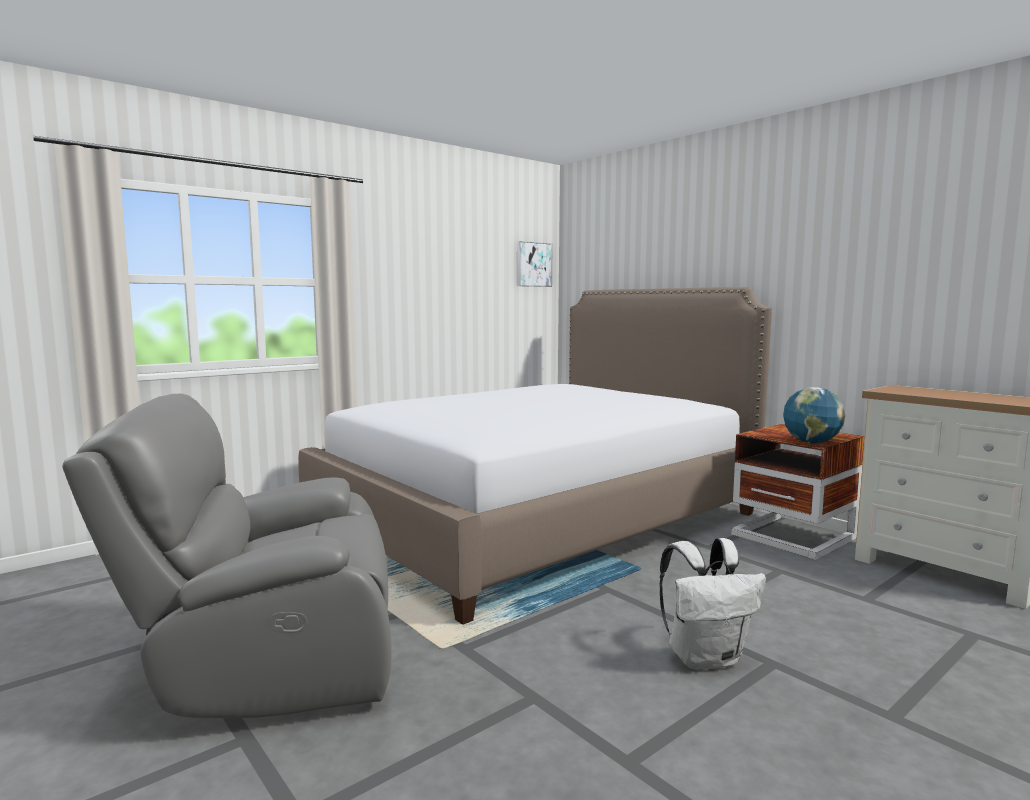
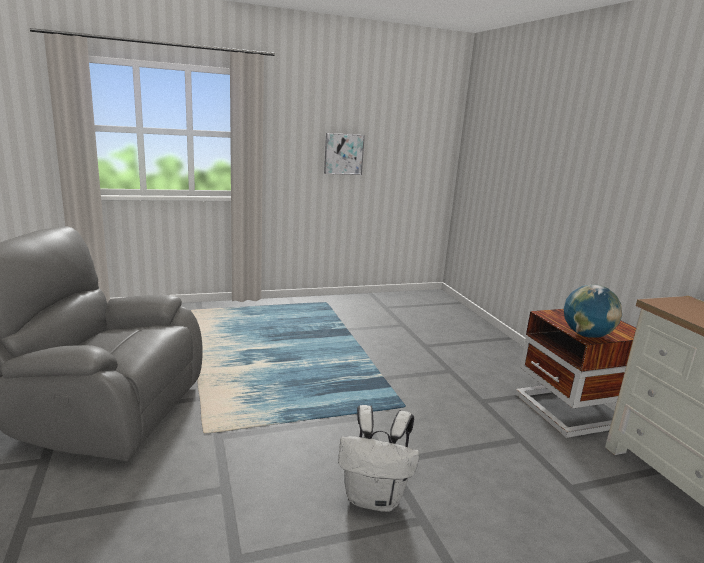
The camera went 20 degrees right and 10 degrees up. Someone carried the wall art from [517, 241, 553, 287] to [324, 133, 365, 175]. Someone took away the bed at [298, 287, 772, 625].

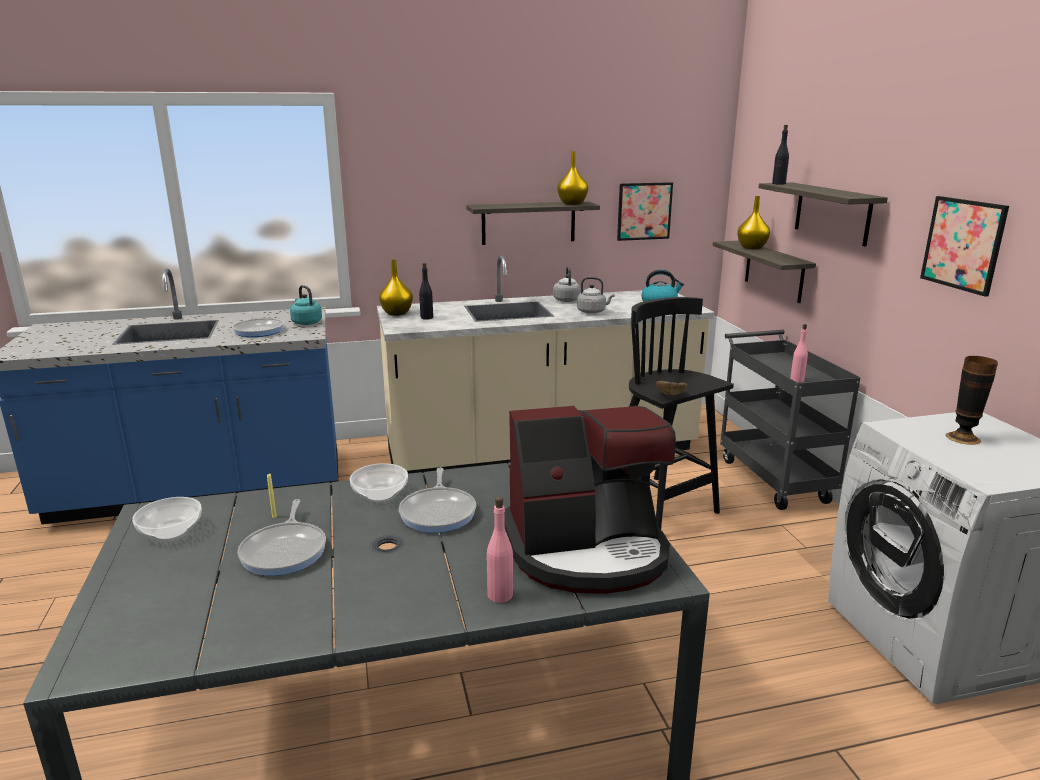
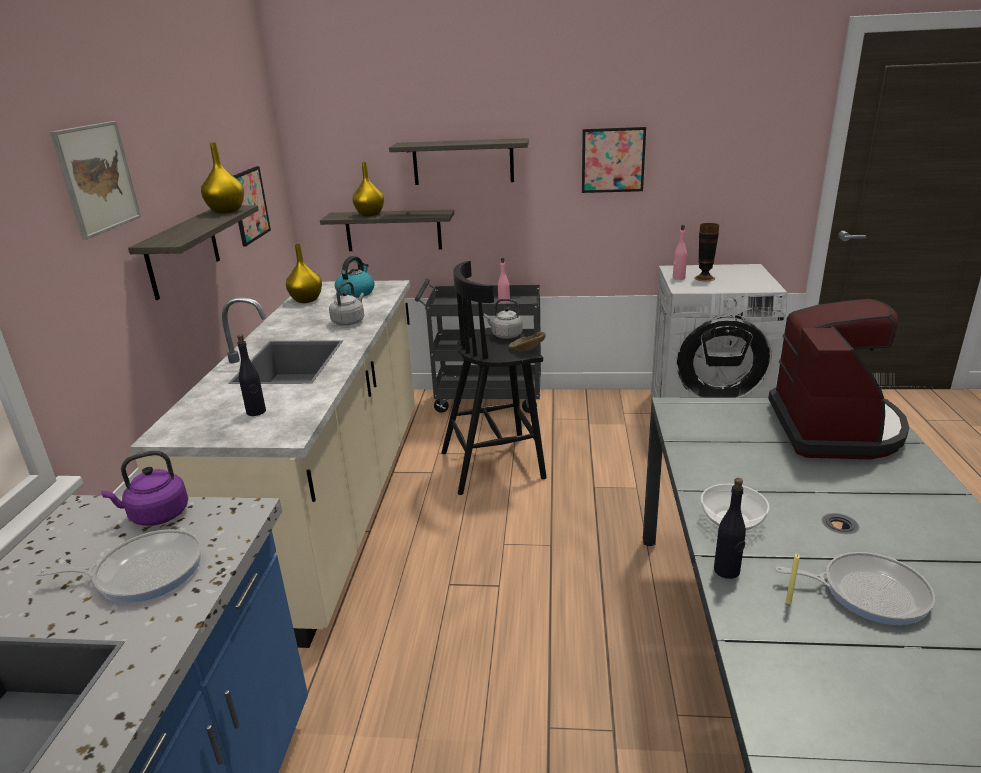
The camera went 70 degrees left and 5 degrees up. Someone put up the wall art at [50, 121, 141, 240]. Someone repainted the water kettle in turquoise at [290, 285, 322, 325], which became the water kettle in purple at [101, 451, 188, 526]. Someone carried the vase in yellow from [379, 260, 413, 316] to [286, 244, 322, 303]. Someone carried the water kettle in greyish from [553, 266, 581, 302] to [484, 299, 523, 339]. Someone carried the drink bottle in pink from [487, 497, 513, 603] to [673, 225, 687, 280]. Someone carried the drink bottle in blackish from [772, 125, 789, 185] to [714, 478, 746, 579]. Someone took away the serving bowl at [132, 497, 202, 541]. Someone took away the frying pan at [399, 468, 476, 533].

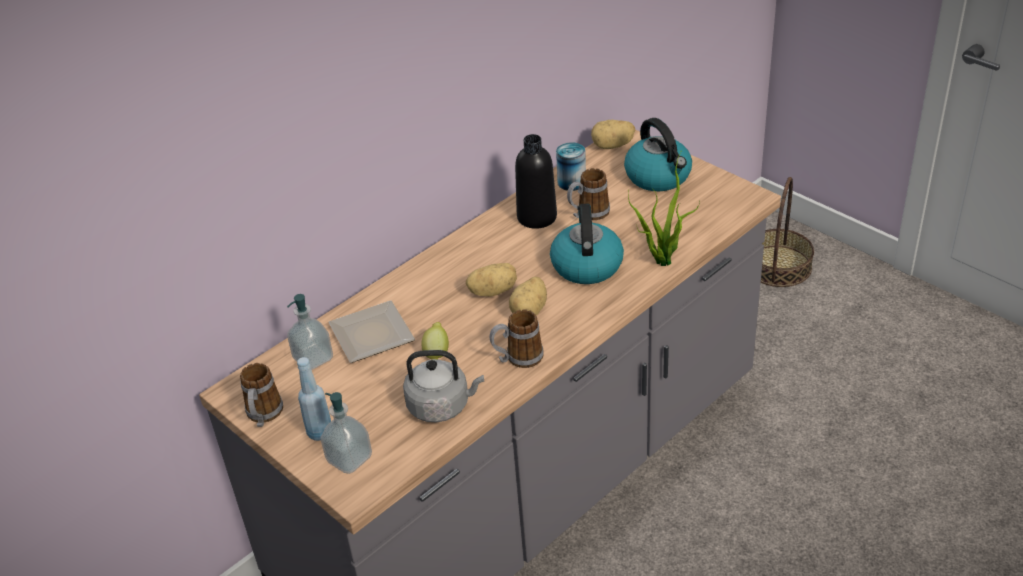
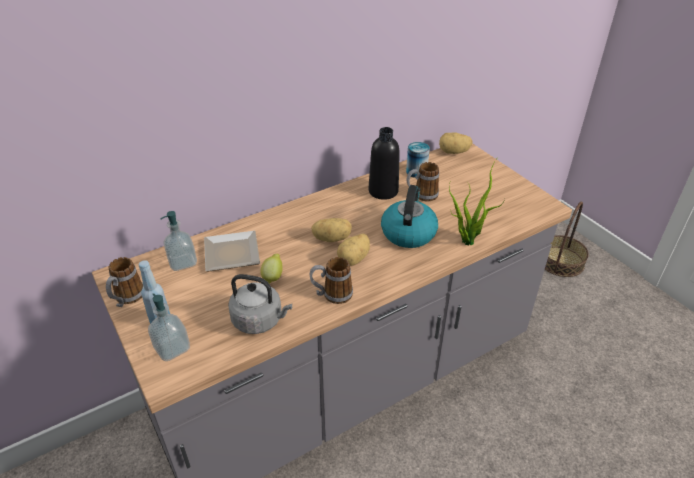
The camera went 10 degrees right and 0 degrees up. Someone took away the water kettle at [624, 118, 692, 191].

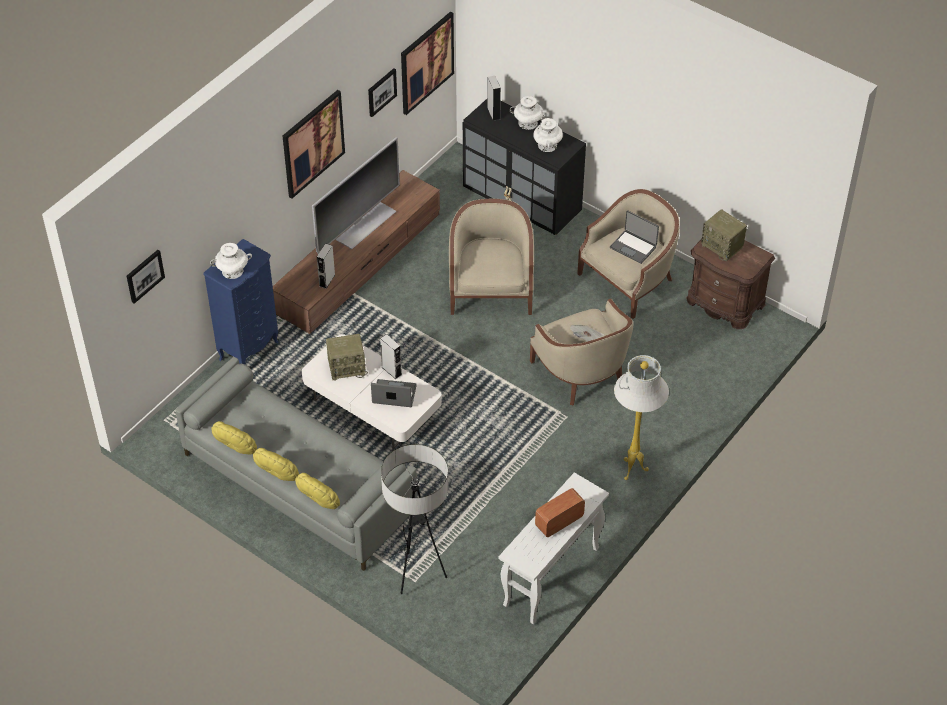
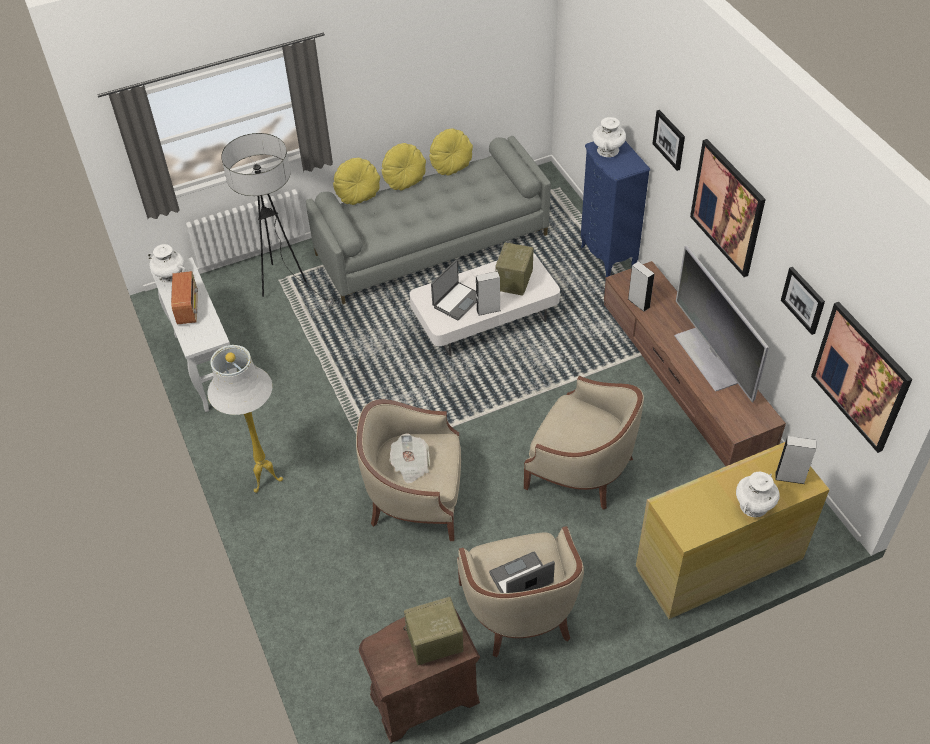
The camera went 120 degrees right and 0 degrees up. Someone carried the vase in white-coloured from [533, 118, 563, 152] to [148, 244, 186, 284]. Someone repainted the cabinet in blackish at [463, 99, 586, 235], which became the cabinet in yellow at [636, 442, 830, 619]. Someone carried the wall art from [126, 250, 165, 304] to [652, 110, 685, 171].

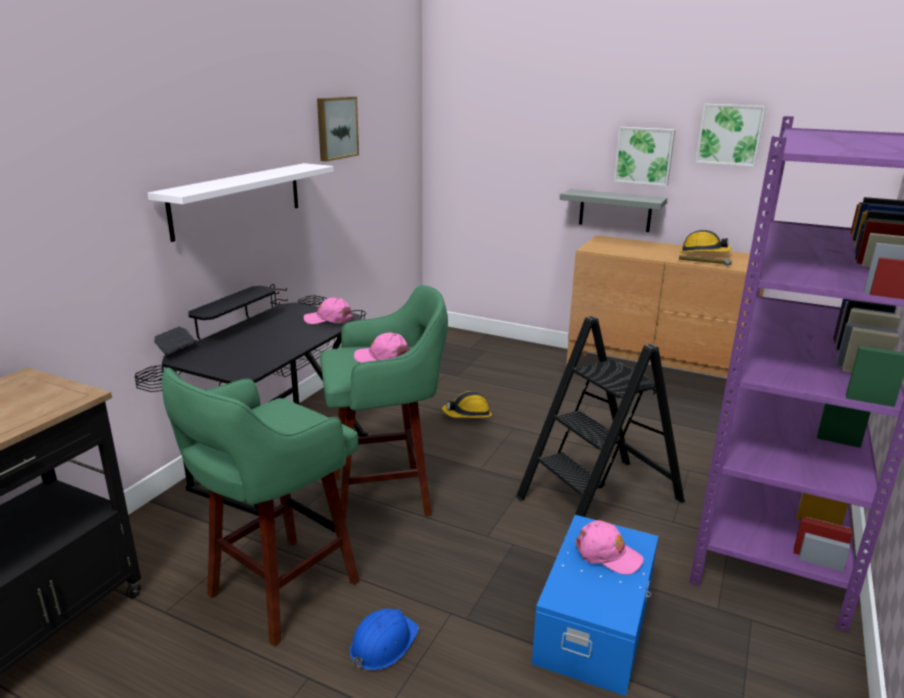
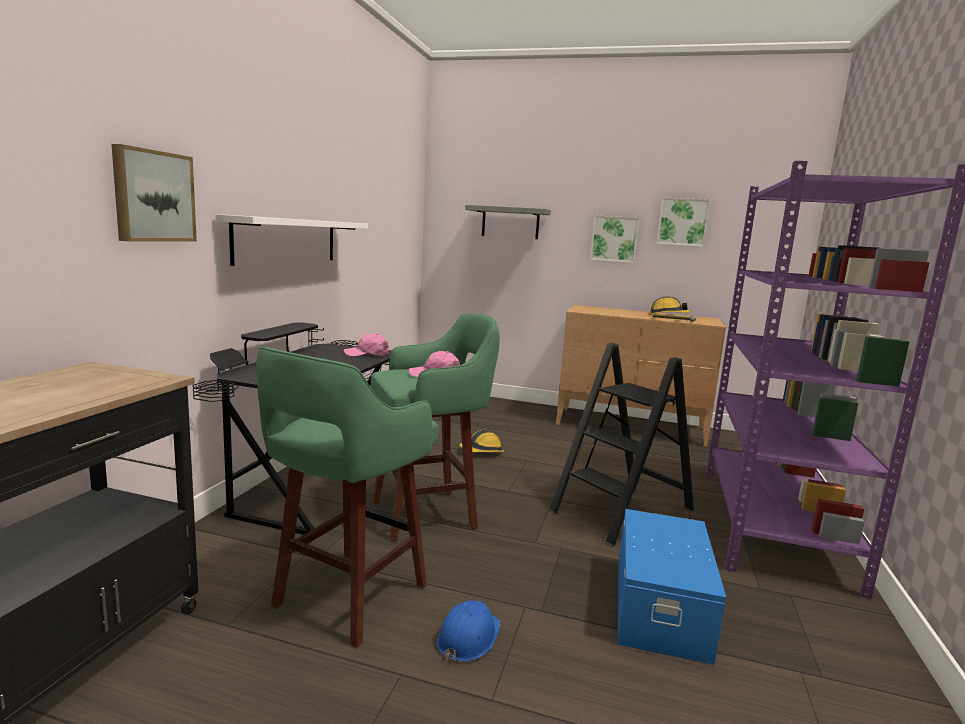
The camera went 10 degrees left and 10 degrees down. Someone carried the wall art from [317, 96, 359, 162] to [111, 144, 197, 241]. Someone carried the shelf in greyish from [559, 189, 667, 232] to [465, 205, 551, 239]. Someone took away the peaked cap in pink at [575, 520, 644, 575].

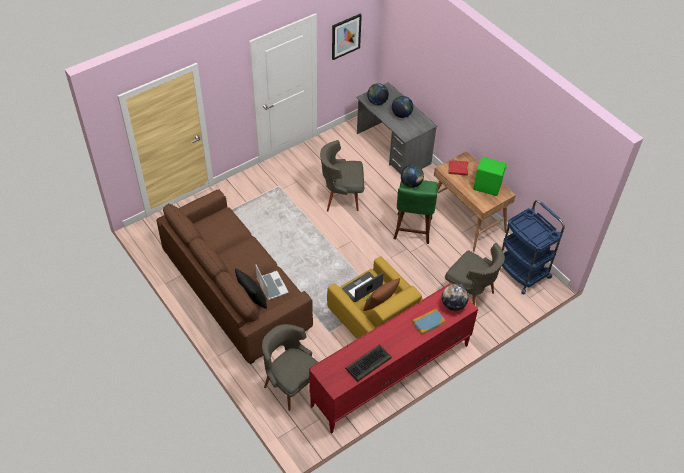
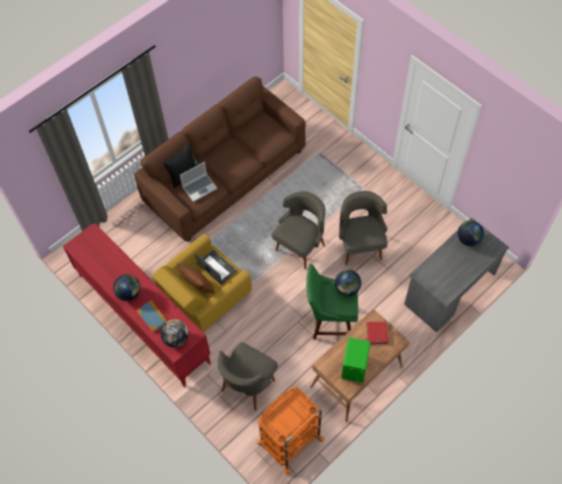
The camera went 85 degrees right and 10 degrees up. Someone carried the desk globe from [392, 96, 413, 118] to [113, 274, 141, 301]. Someone repainted the trolley in bluish at [502, 200, 565, 295], which became the trolley in orange at [257, 387, 324, 475]. Someone carried the upright chair in greyish from [262, 324, 318, 411] to [271, 191, 325, 269]. Someone took away the wall art at [332, 13, 362, 60]. Someone took away the keyboard at [345, 345, 392, 382].

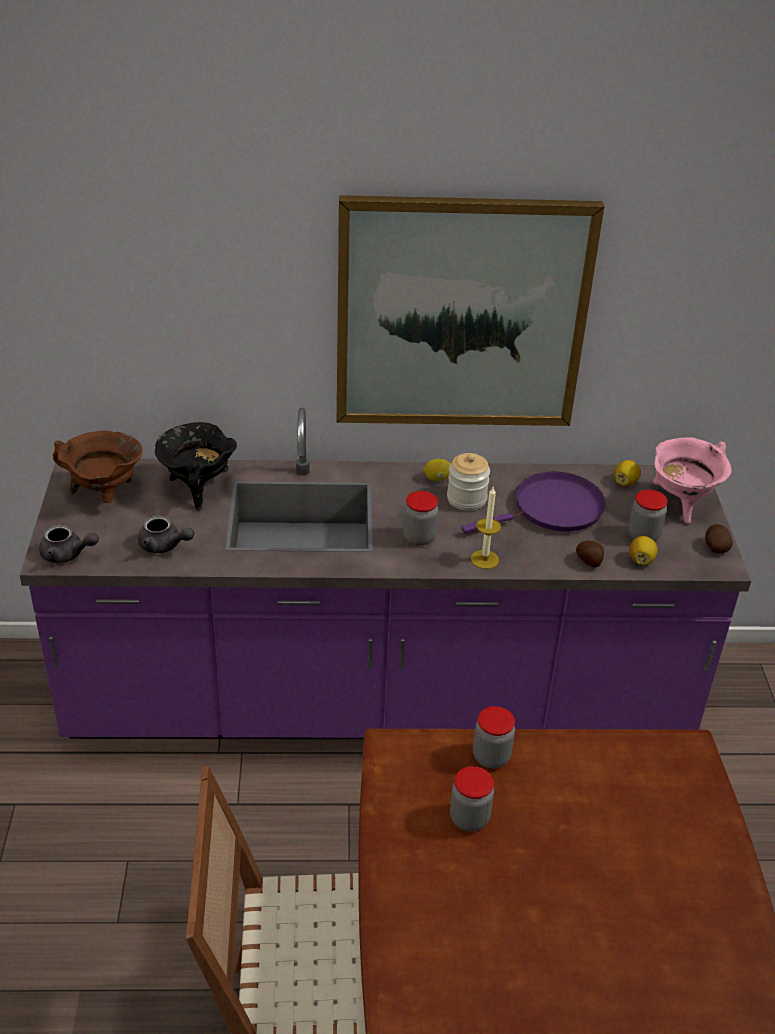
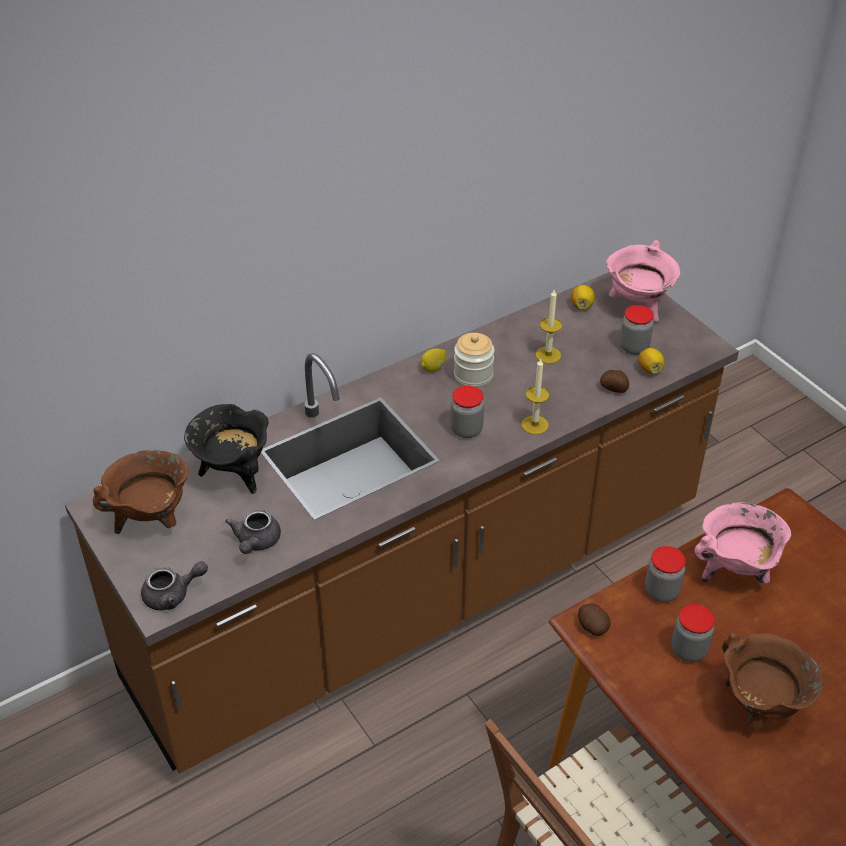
The camera went 30 degrees left and 5 degrees up. Someone repainted the kitchen counter in purple at [20, 408, 751, 739], which became the kitchen counter in brown at [65, 272, 739, 773]. Someone rotated the tea pot in greyish at [138, 515, 194, 553] by 105 degrees clockwise. Someone swapped the frying pan in purple at [461, 472, 606, 533] for the candle at [536, 290, 562, 364]. Someone carried the potato from [705, 524, 733, 553] to [578, 604, 611, 636]. Someone put down the stockpot in pink at [694, 502, 791, 584]. Someone put down the stockpot in brown at [722, 632, 823, 730]. Someone took away the wall art at [337, 195, 604, 426].

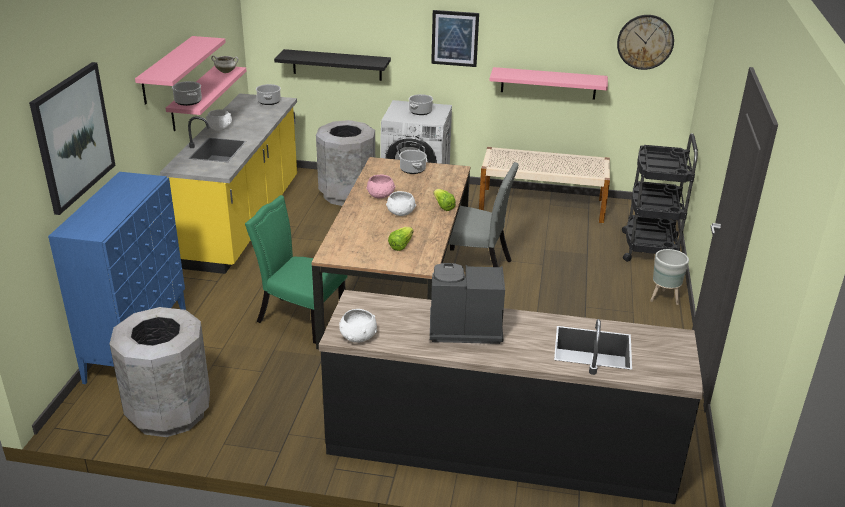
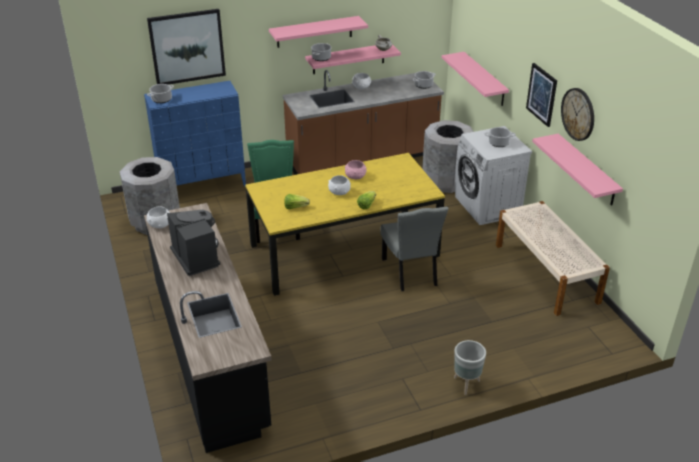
The camera went 60 degrees right and 5 degrees up. Someone carried the stockpot from [399, 150, 427, 174] to [147, 84, 174, 103]. Someone repainted the dinner table in brown at [311, 157, 470, 350], which became the dinner table in yellow at [245, 153, 445, 296]. Someone repainted the kitchen counter in yellow at [160, 93, 297, 274], which became the kitchen counter in brown at [283, 70, 444, 175]. Someone repainted the shelf in blackish at [274, 49, 391, 81], which became the shelf in pink at [442, 52, 509, 106]. Someone carried the hanging clock from [617, 15, 674, 70] to [561, 88, 594, 141]. Someone took away the trolley in blackish at [622, 133, 698, 262].

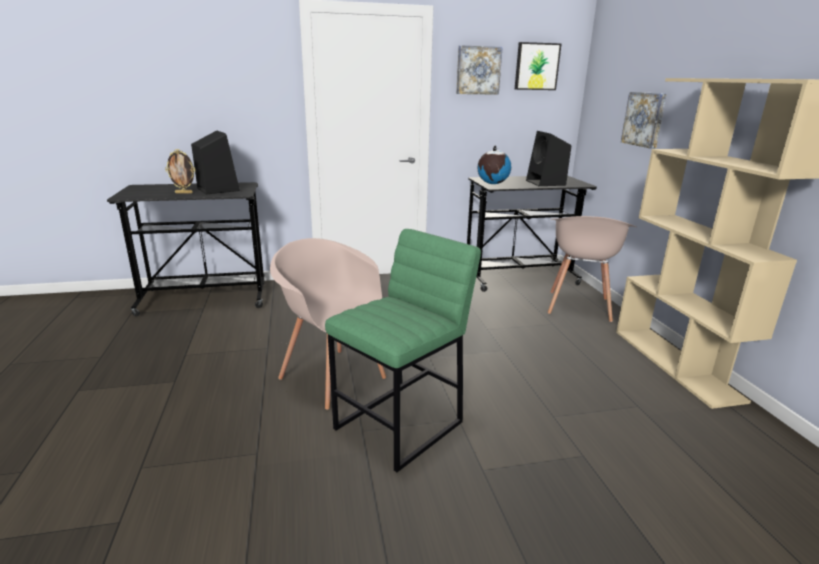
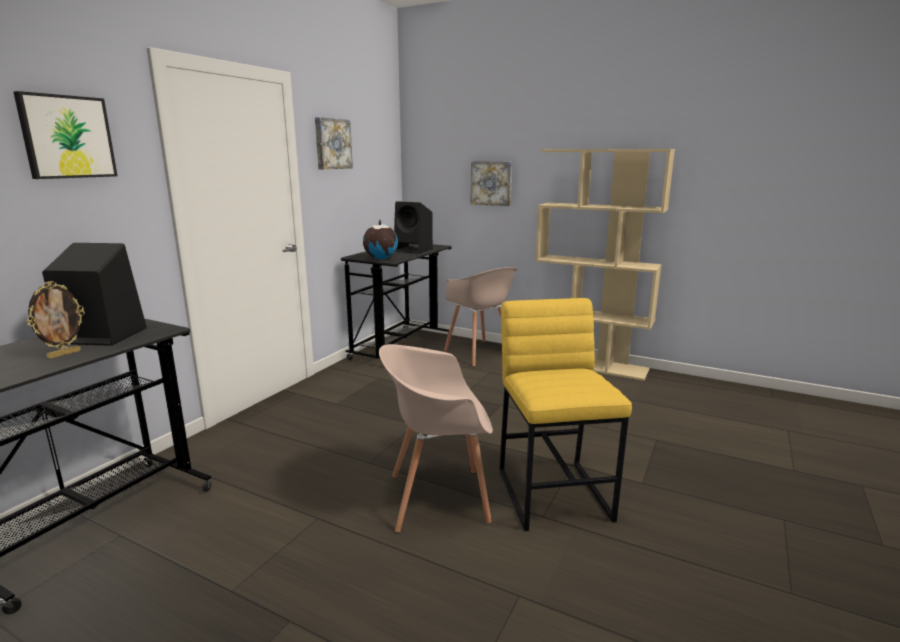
The camera went 50 degrees left and 5 degrees down. Someone carried the wall art from [515, 42, 561, 90] to [14, 91, 118, 179]. Someone repainted the upright chair in greenish at [325, 229, 481, 472], which became the upright chair in yellow at [499, 298, 632, 531].

